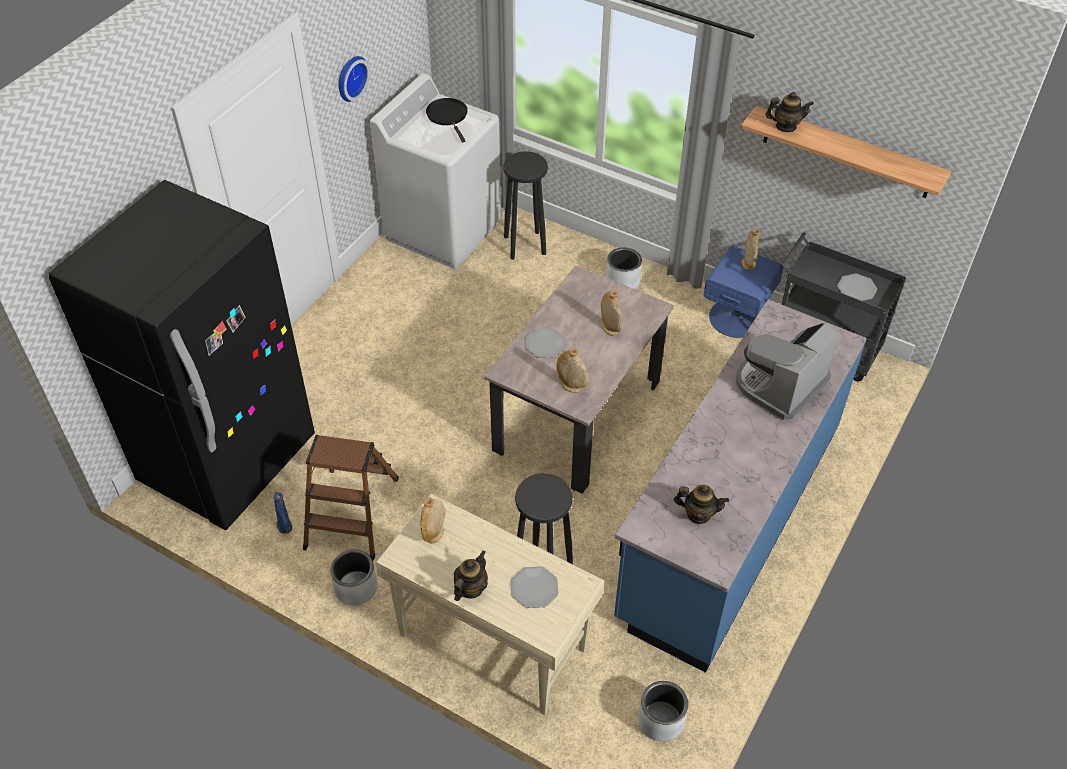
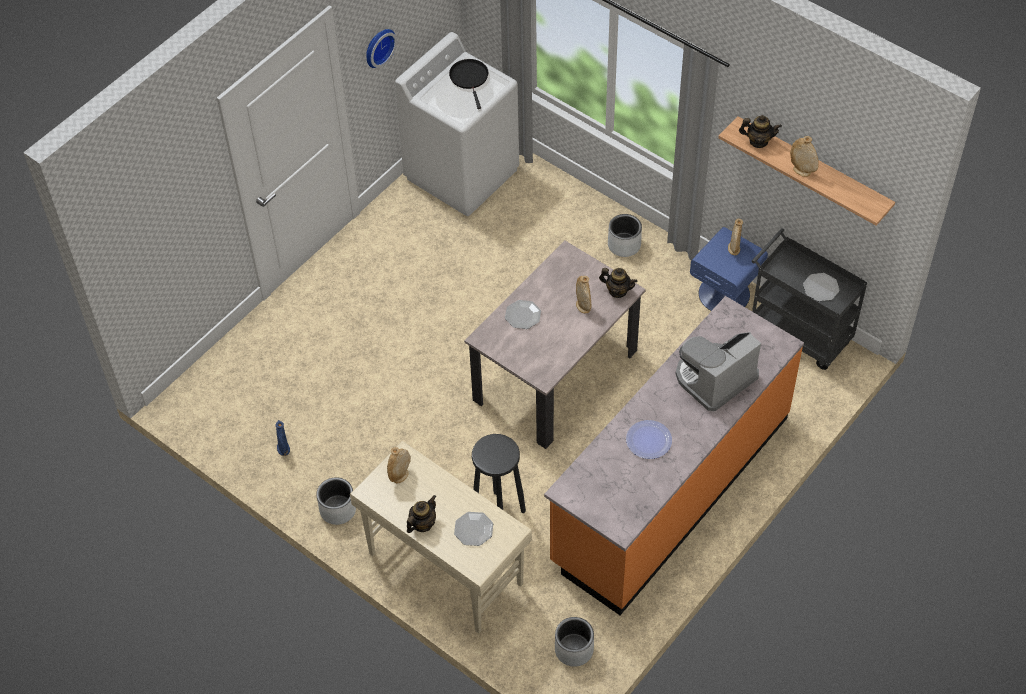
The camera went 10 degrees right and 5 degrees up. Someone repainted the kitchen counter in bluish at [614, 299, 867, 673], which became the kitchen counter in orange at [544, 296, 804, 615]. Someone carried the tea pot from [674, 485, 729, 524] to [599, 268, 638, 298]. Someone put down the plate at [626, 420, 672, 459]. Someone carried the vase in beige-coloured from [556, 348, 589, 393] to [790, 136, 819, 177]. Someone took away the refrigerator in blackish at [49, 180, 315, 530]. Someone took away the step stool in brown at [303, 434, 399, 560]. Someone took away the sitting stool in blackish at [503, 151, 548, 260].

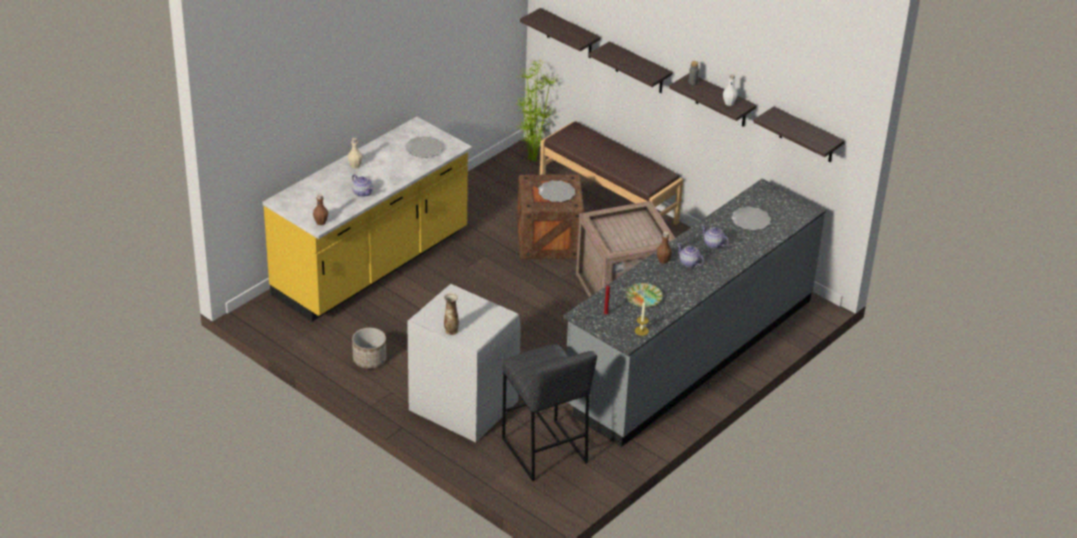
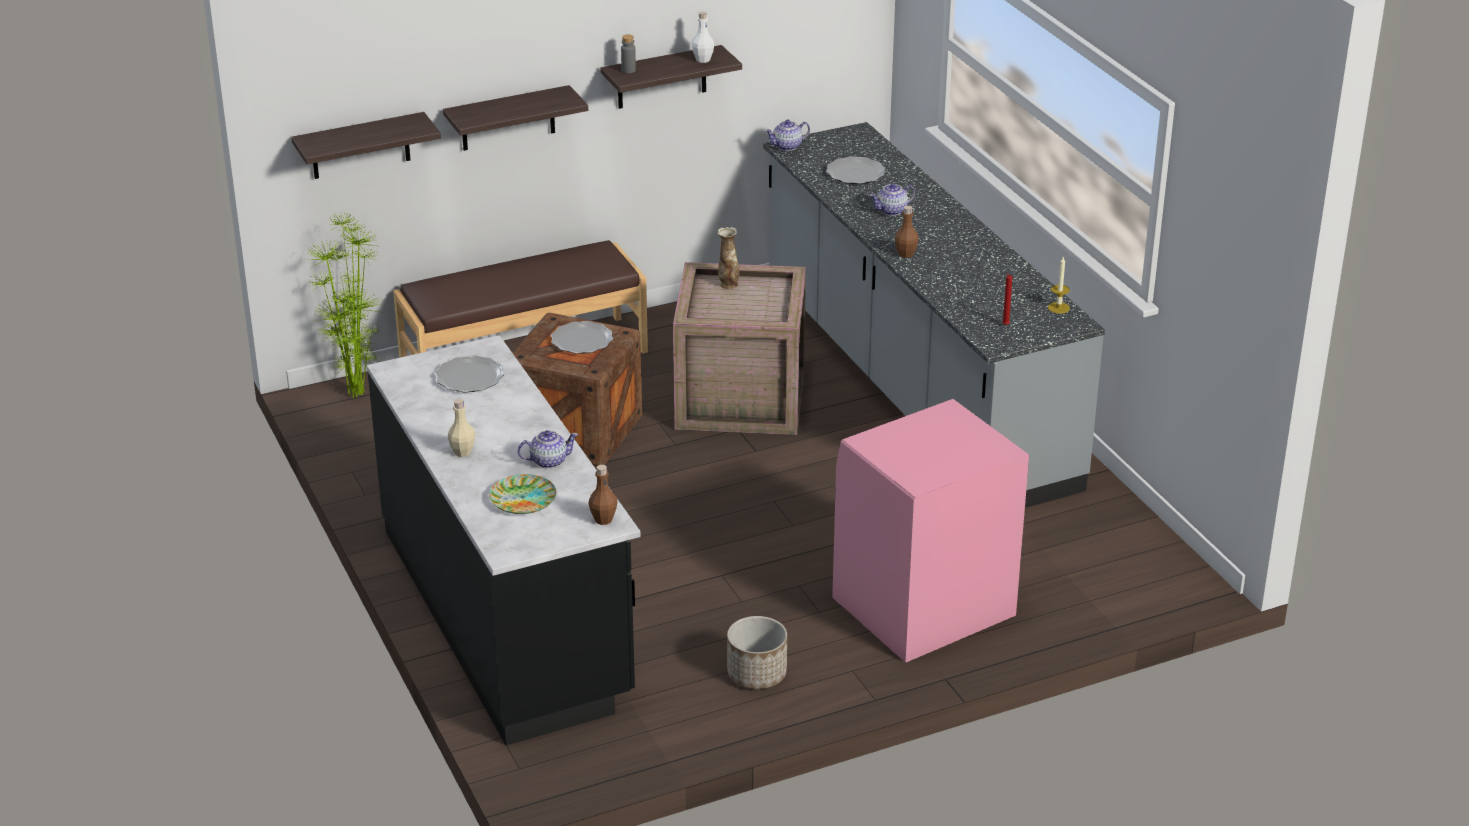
The camera went 65 degrees left and 5 degrees down. Someone repainted the kitchen counter in yellow at [263, 116, 472, 322], which became the kitchen counter in blackish at [367, 335, 641, 746]. Someone carried the plate from [625, 283, 663, 307] to [489, 474, 556, 514]. Someone carried the vase from [444, 293, 459, 335] to [718, 227, 739, 289]. Someone carried the tea pot from [677, 243, 704, 267] to [765, 120, 810, 151]. Someone repainted the washing machine in white-coloured at [407, 284, 521, 442], which became the washing machine in pink at [832, 399, 1029, 663]. Someone took away the sitting stool in greyish at [502, 344, 597, 481]. Someone took away the shelf at [753, 106, 845, 162].

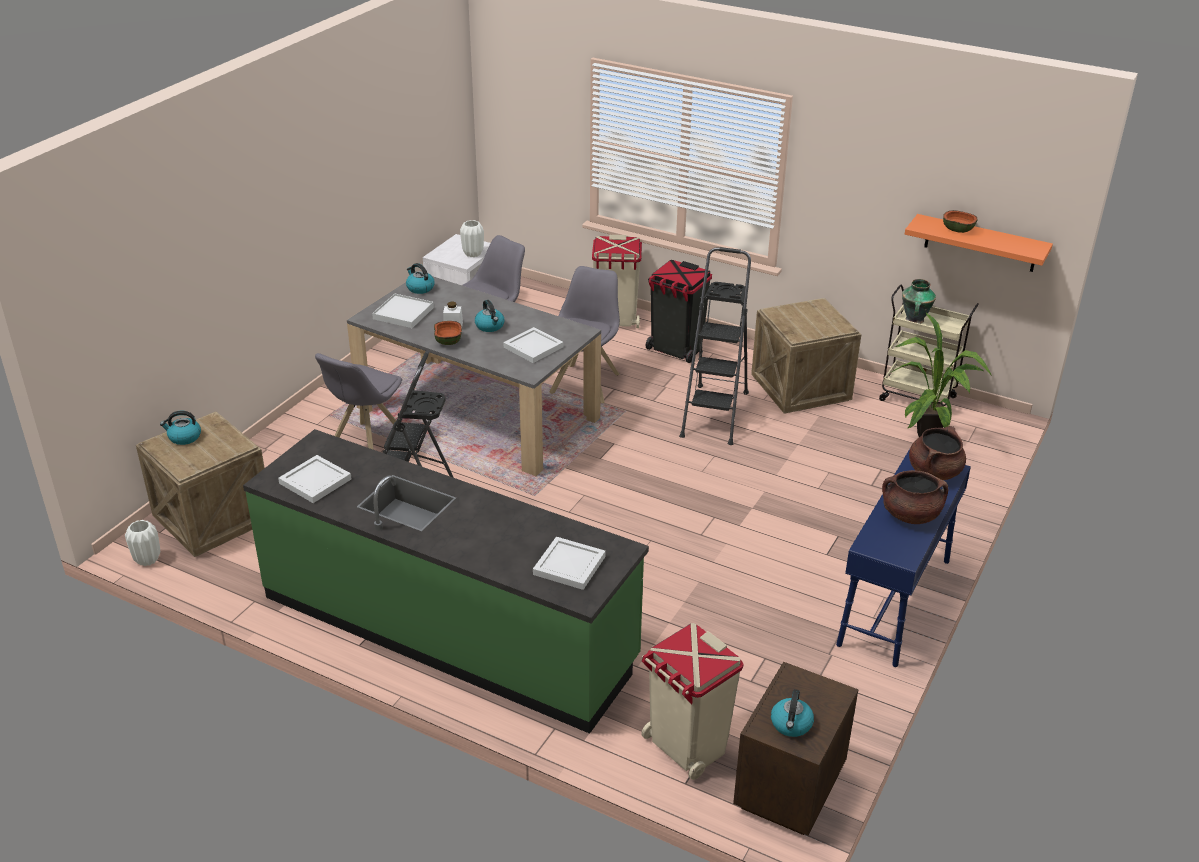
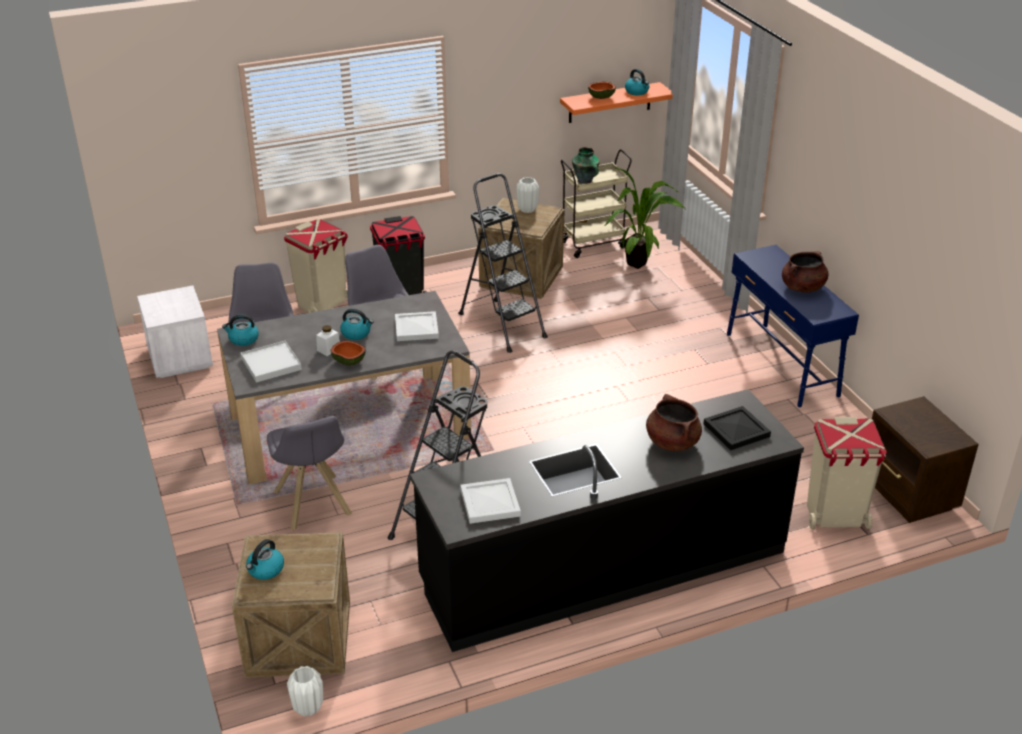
The camera went 50 degrees left and 0 degrees up. Someone repainted the kitchen counter in greenish at [243, 429, 649, 734], which became the kitchen counter in blackish at [410, 389, 804, 652]. Someone carried the vase in white-coloured from [460, 220, 484, 257] to [516, 177, 539, 213]. Someone carried the water kettle from [771, 689, 814, 737] to [625, 69, 649, 95]. Someone carried the stockpot in brown from [909, 426, 966, 480] to [646, 394, 702, 451]. Someone repainted the tray in white-coloured at [533, 537, 606, 590], which became the tray in blackish at [703, 406, 771, 450].

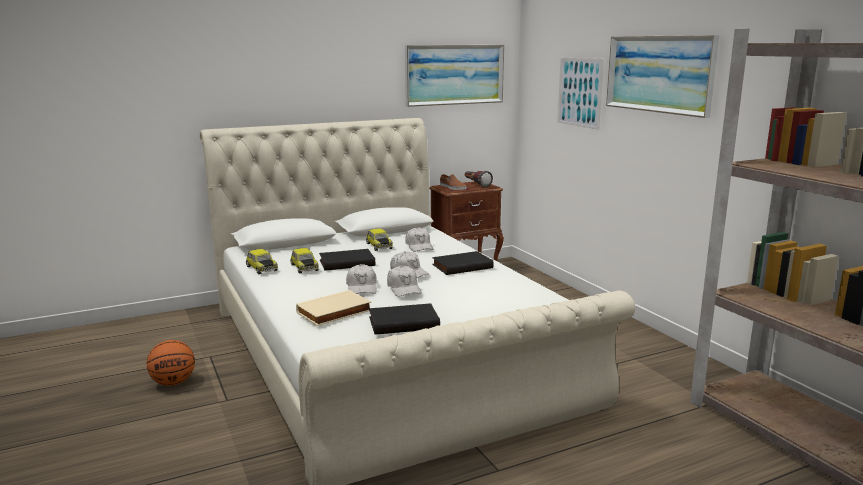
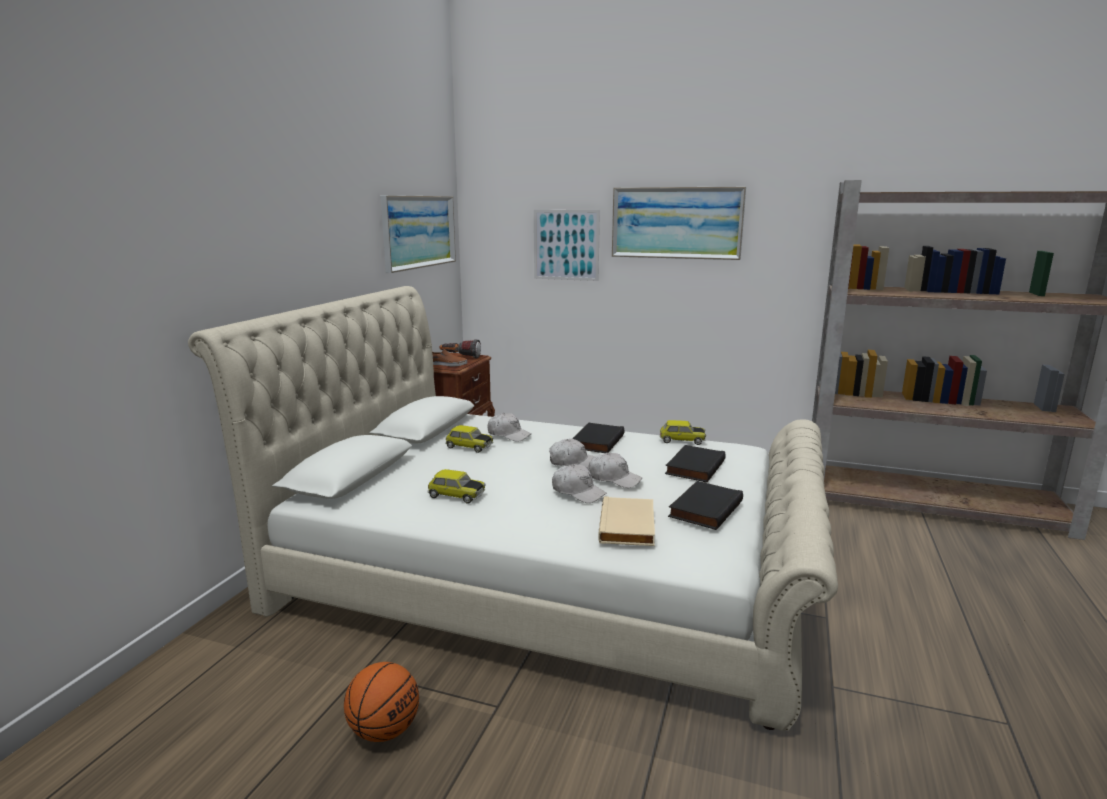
The camera went 45 degrees left and 0 degrees up. Someone carried the toy car from [246, 249, 278, 274] to [660, 420, 706, 445]. Someone carried the bound book in blackish from [319, 249, 375, 271] to [665, 445, 726, 483].

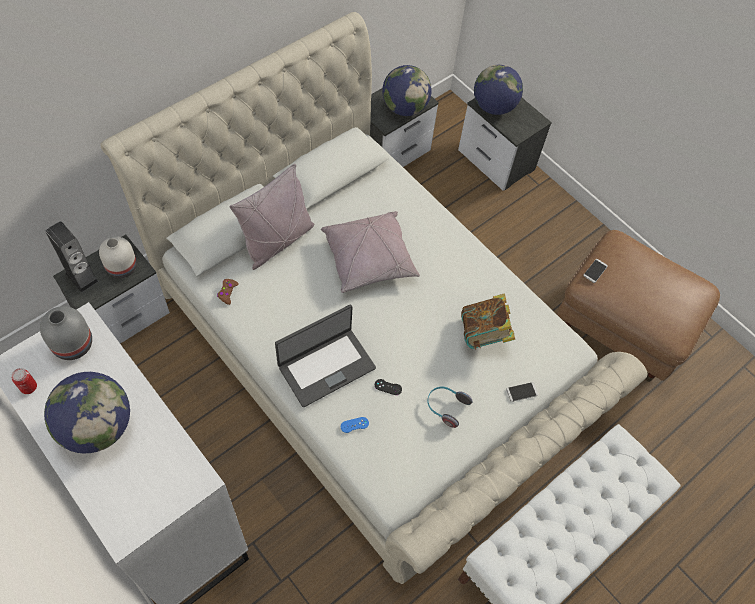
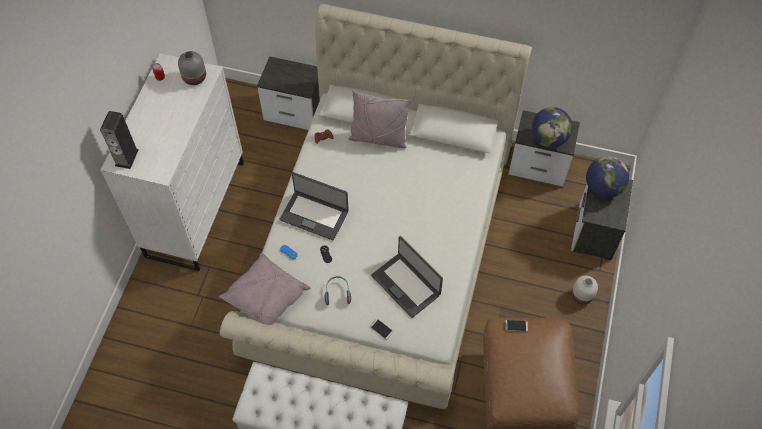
The camera went 60 degrees right and 0 degrees up. Someone carried the speaker from [45, 221, 99, 293] to [100, 111, 139, 169]. Someone carried the throw pillow in purple from [321, 211, 420, 293] to [219, 253, 311, 325]. Someone swapped the bound book at [461, 294, 515, 350] for the laptop at [371, 236, 443, 318]. Someone carried the vase in white-coloured from [99, 236, 137, 278] to [572, 276, 598, 305]. Someone took away the desk globe at [44, 372, 130, 453].

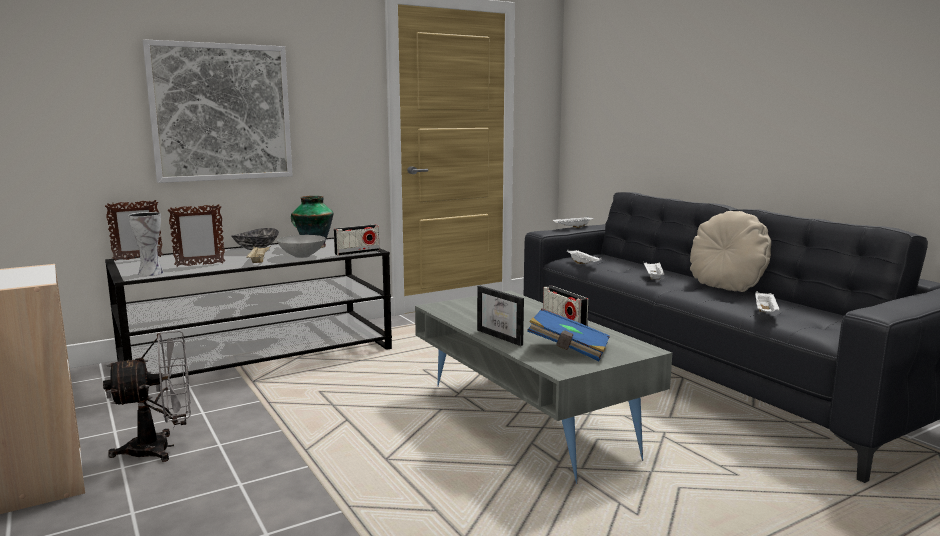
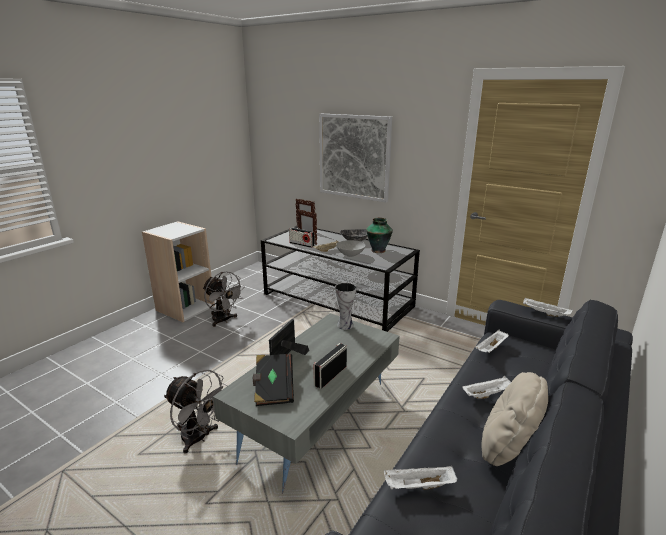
The camera went 65 degrees right and 10 degrees up. Someone put down the cooling fan in greyish at [164, 370, 227, 453]. Someone repainted the bound book in bluish at [527, 308, 610, 361], which became the bound book in blackish at [253, 354, 294, 406]. Someone carried the radio from [334, 224, 380, 256] to [289, 227, 315, 248]. Someone carried the vase from [128, 212, 163, 276] to [335, 282, 357, 330].

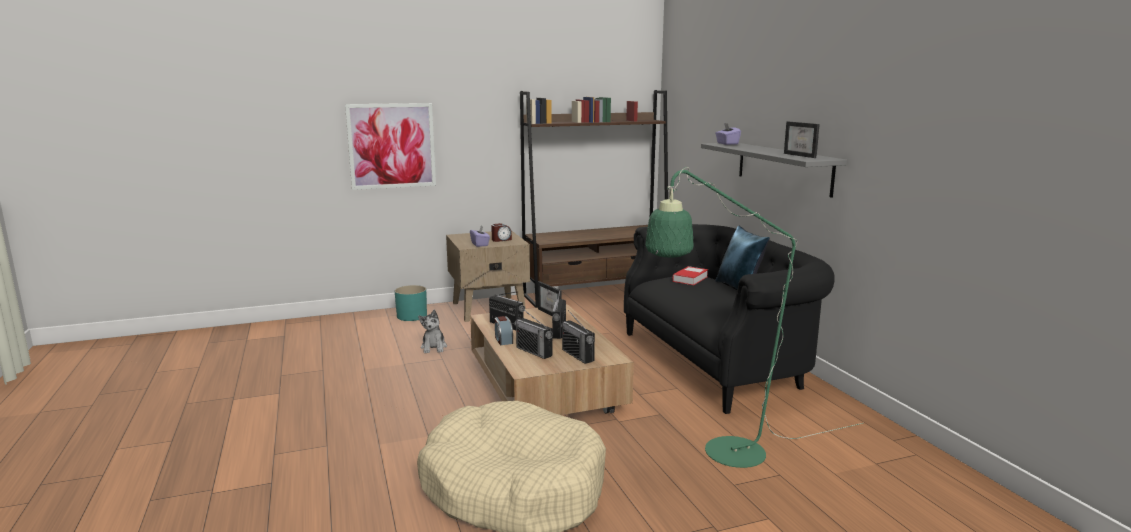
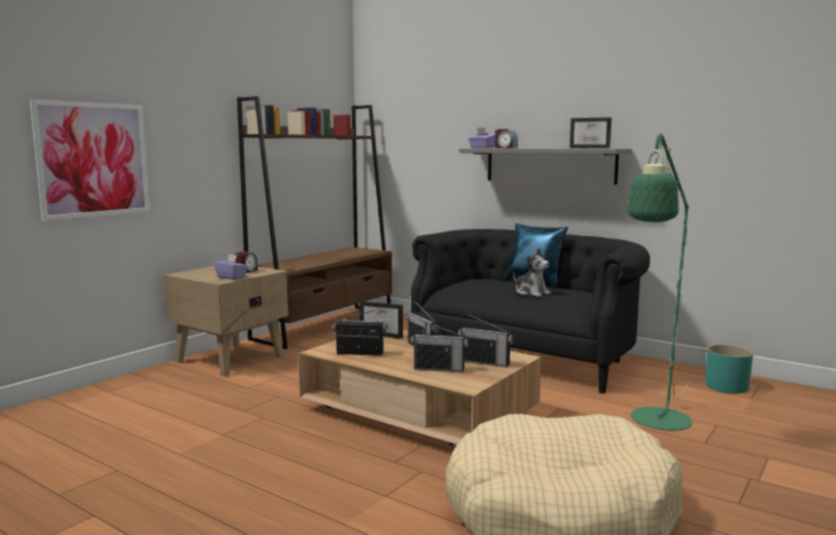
The camera went 35 degrees left and 5 degrees down. Someone carried the alarm clock from [495, 316, 513, 345] to [495, 129, 518, 148]. Someone carried the cuddly toy from [418, 310, 447, 353] to [513, 248, 551, 297]. Someone carried the planter in turquoise from [395, 285, 427, 321] to [705, 345, 753, 394]. Someone took away the bound book at [672, 266, 708, 285].

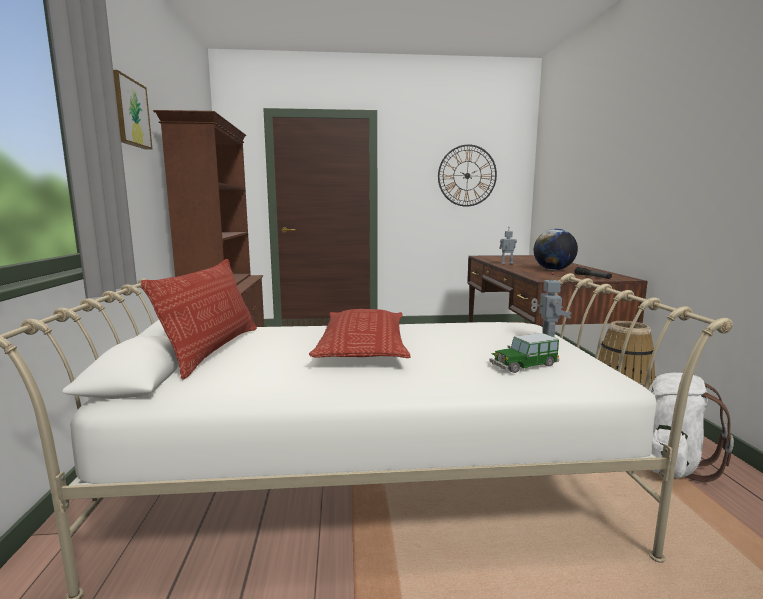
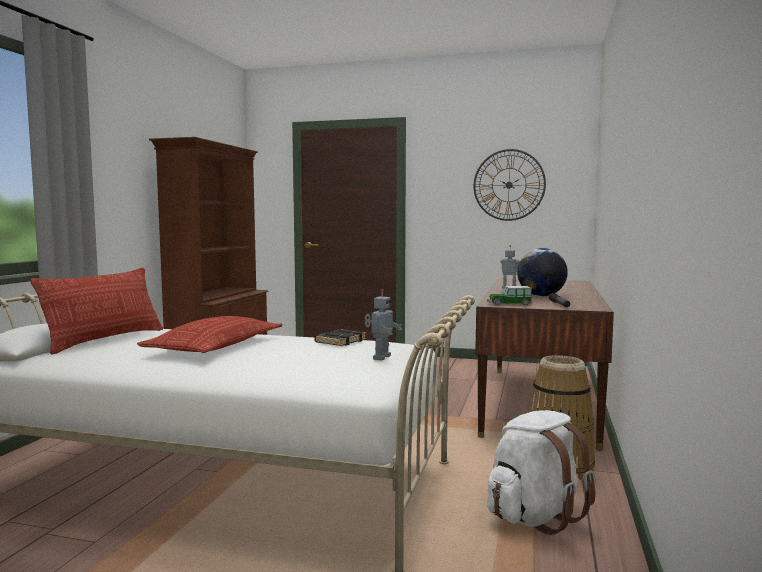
The camera went 20 degrees right and 5 degrees down. Someone put down the bound book in blackish at [314, 329, 366, 346]. Someone carried the toy car from [489, 333, 559, 373] to [487, 286, 533, 306]. Someone took away the wall art at [113, 70, 152, 149].

